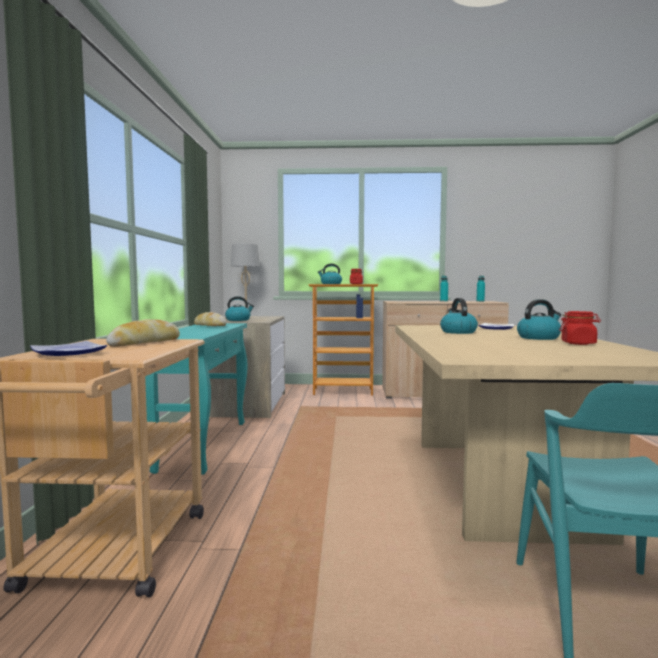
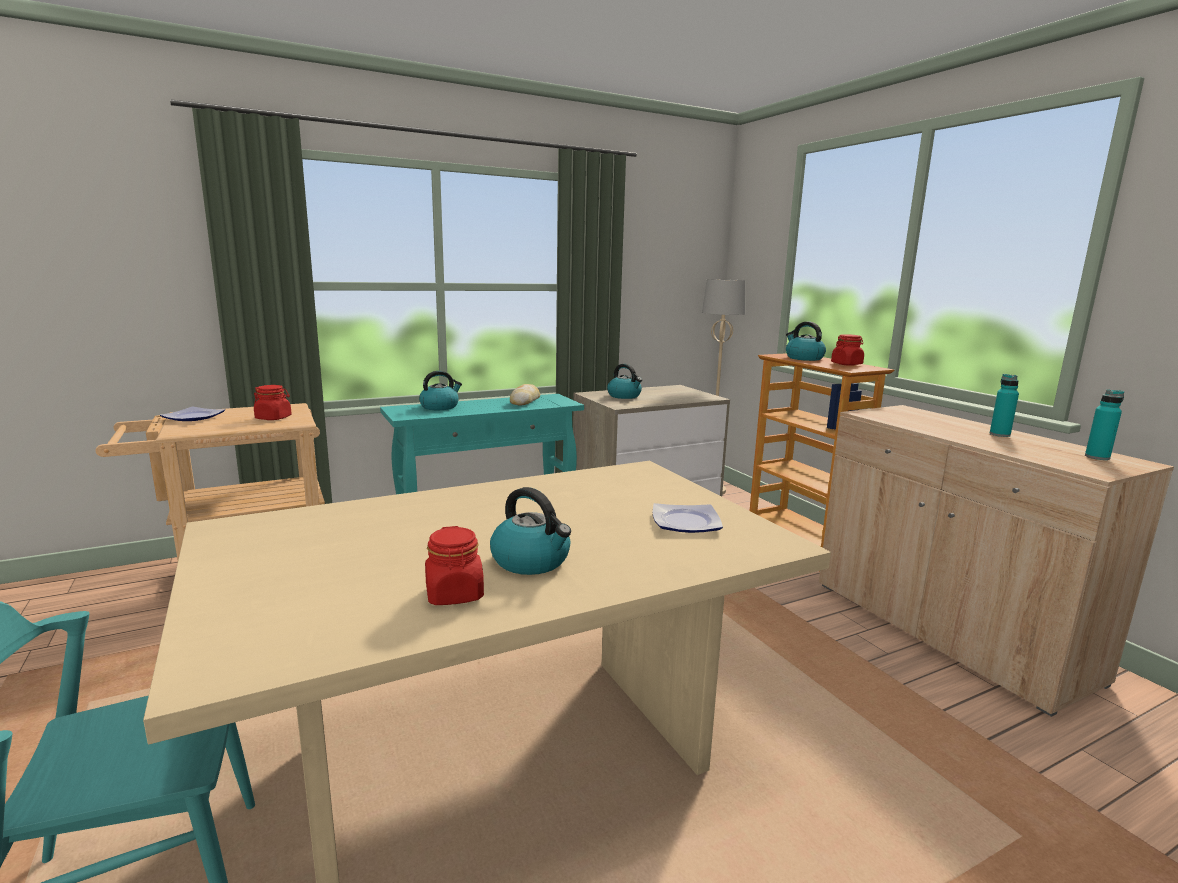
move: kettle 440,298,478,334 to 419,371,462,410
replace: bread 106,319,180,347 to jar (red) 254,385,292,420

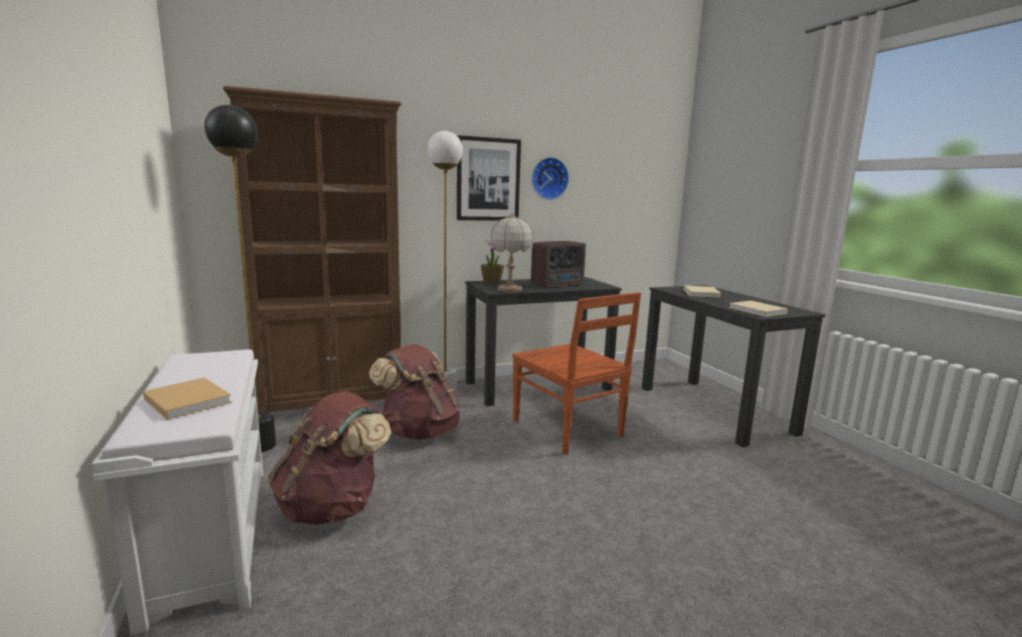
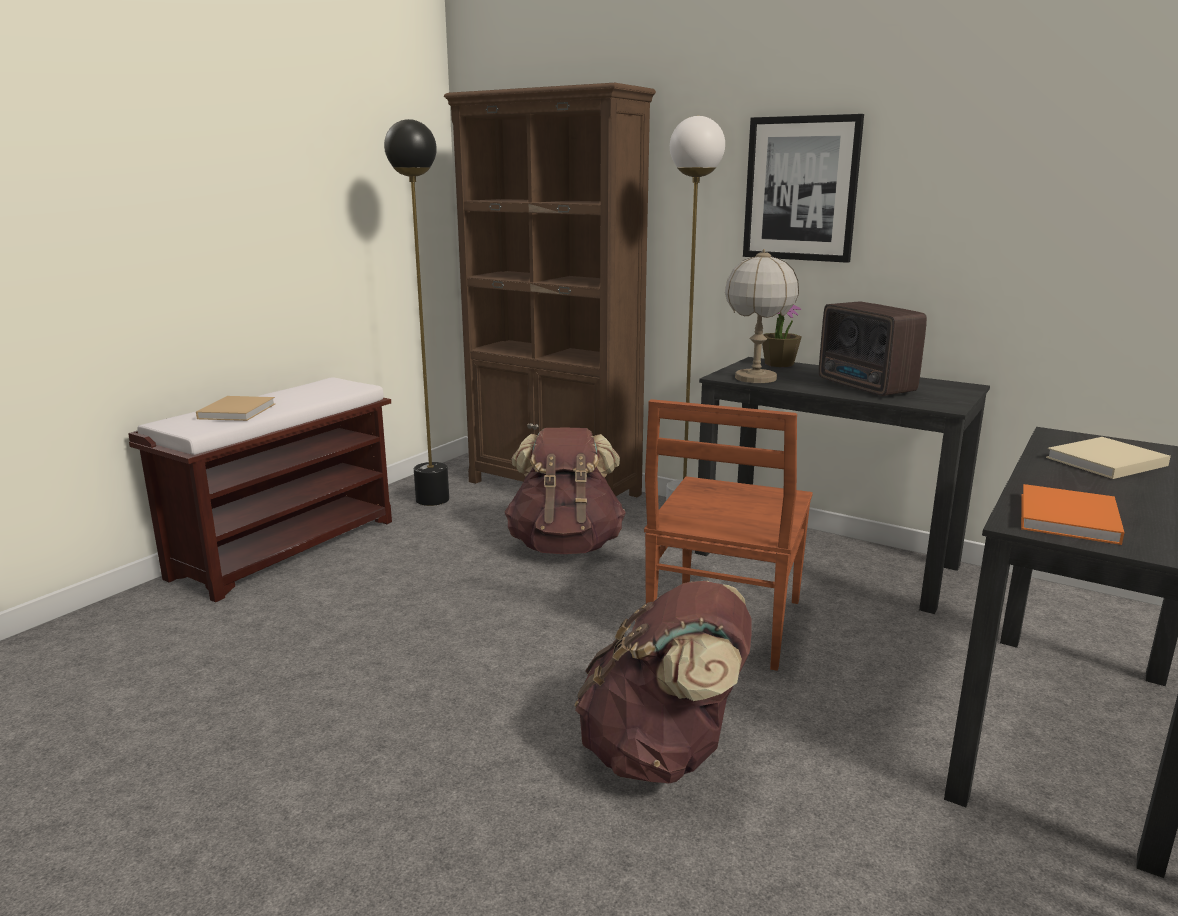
delete: wall clock 532,157,569,200
move: backpack (brown) 268,391,392,525 to 575,581,752,783
recolor: bench (white) 92,349,263,636 to bench (brown) 128,377,392,602; book (beige) 729,301,788,317 to book (orange) 1021,484,1125,545
rotate: radio 531,241,586,288 = 819,302,927,396 45 degrees clockwise

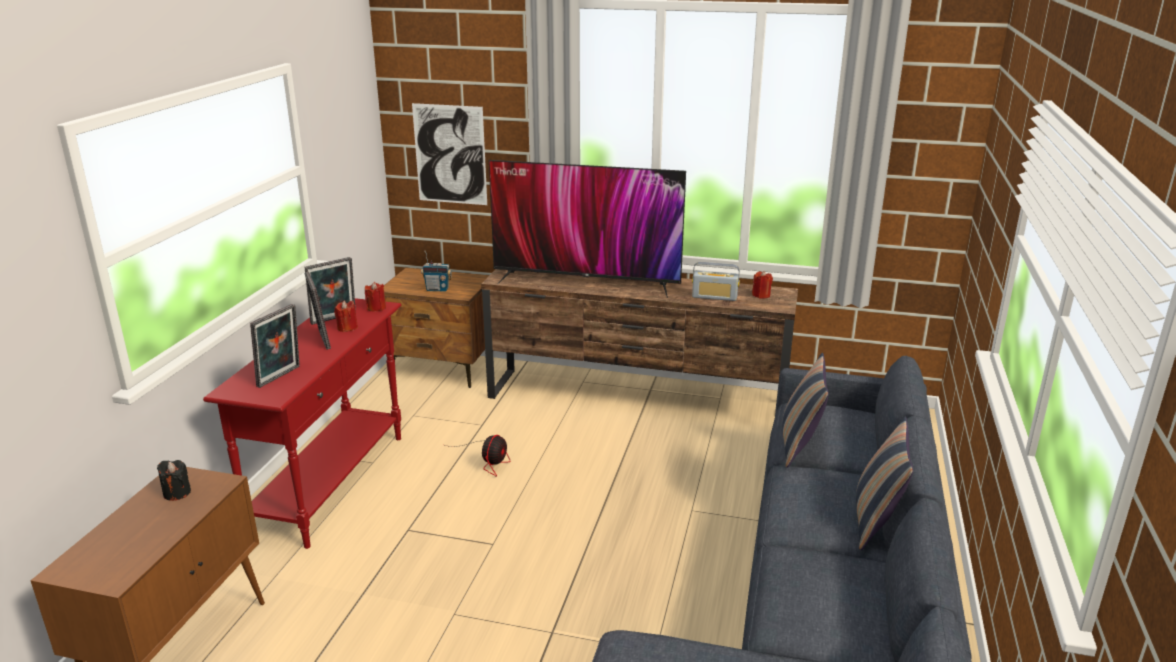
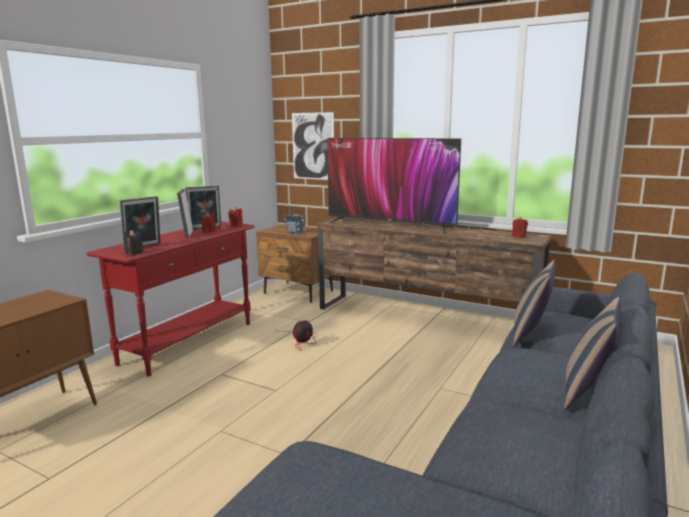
delete: radio 692,262,740,301
move: candle (black) 157,460,191,501 to 124,230,144,255

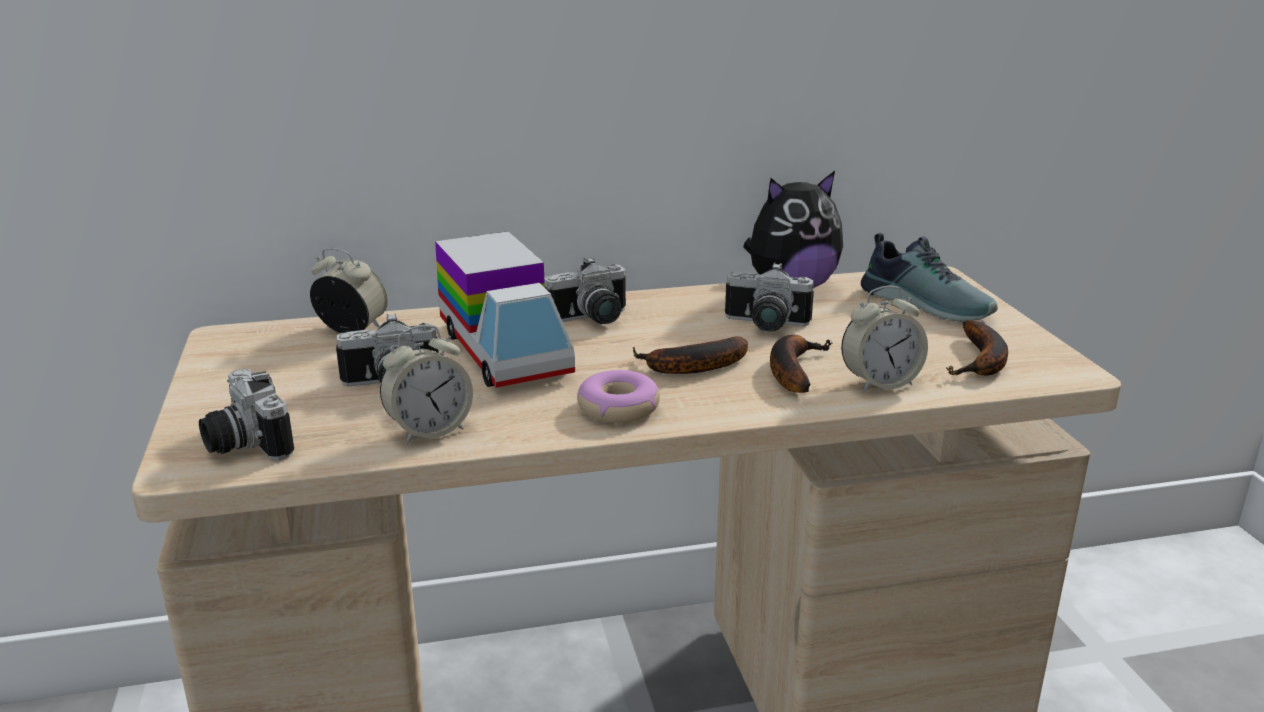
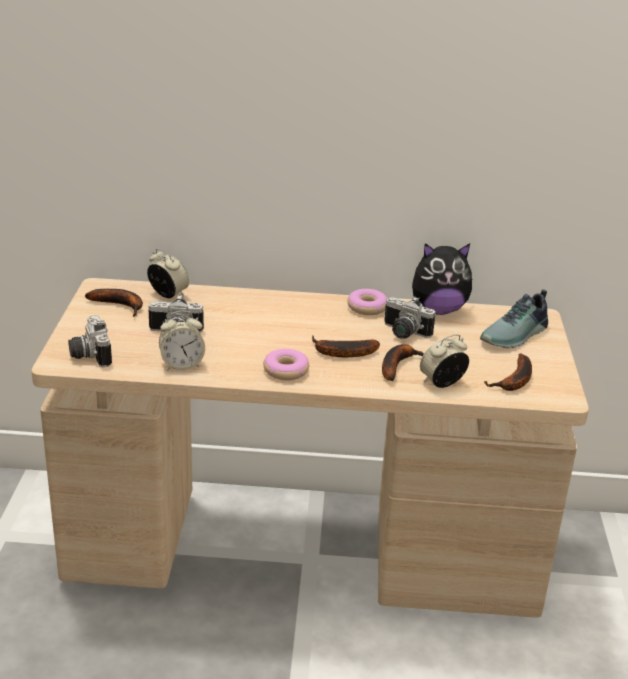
delete: toy truck 435,231,575,388; photo camera 544,257,626,324
insert: banana 85,289,143,317; donut 347,289,387,315
rotate: alarm clock 841,286,928,392 = 420,335,469,388 150 degrees clockwise; shoe 861,233,998,322 = 480,289,548,348 75 degrees clockwise

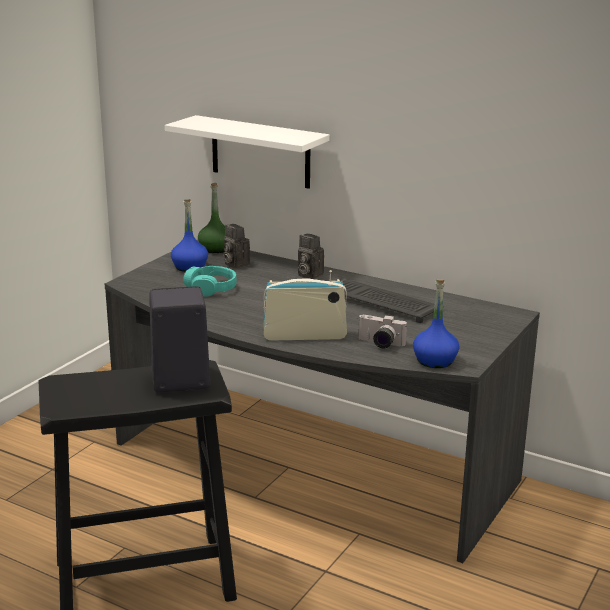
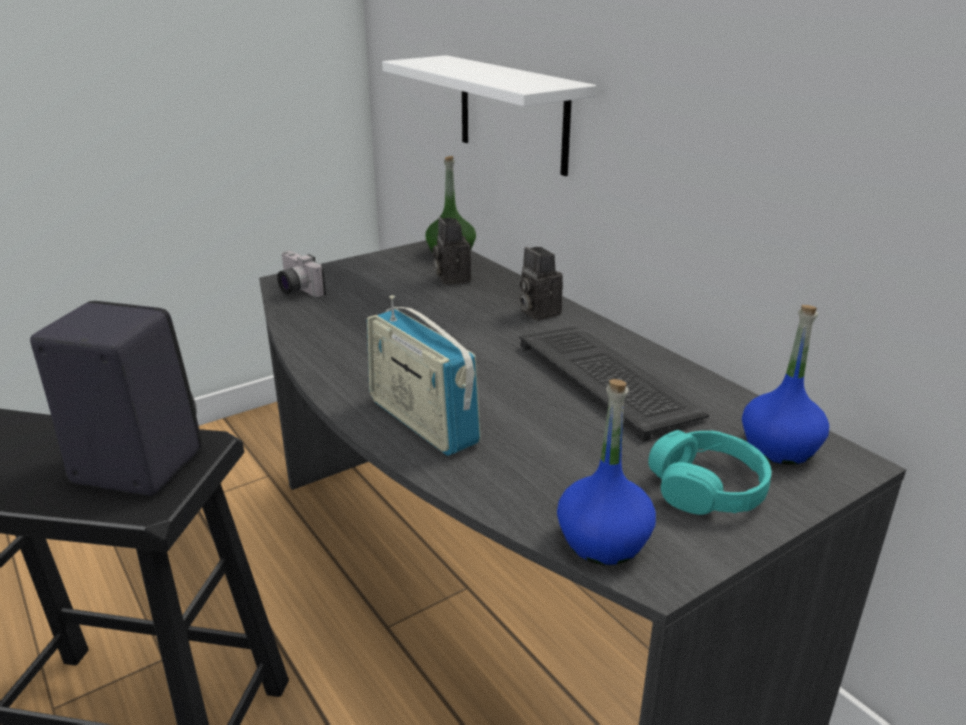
move: bottle (blue) 171,199,208,272 to 742,305,829,465; headphones (turquoise) 184,266,237,297 to 648,430,772,515; photo camera 358,315,407,349 to 277,251,326,297
rotate: radio 263,270,347,341 = 367,295,481,456 150 degrees counterclockwise

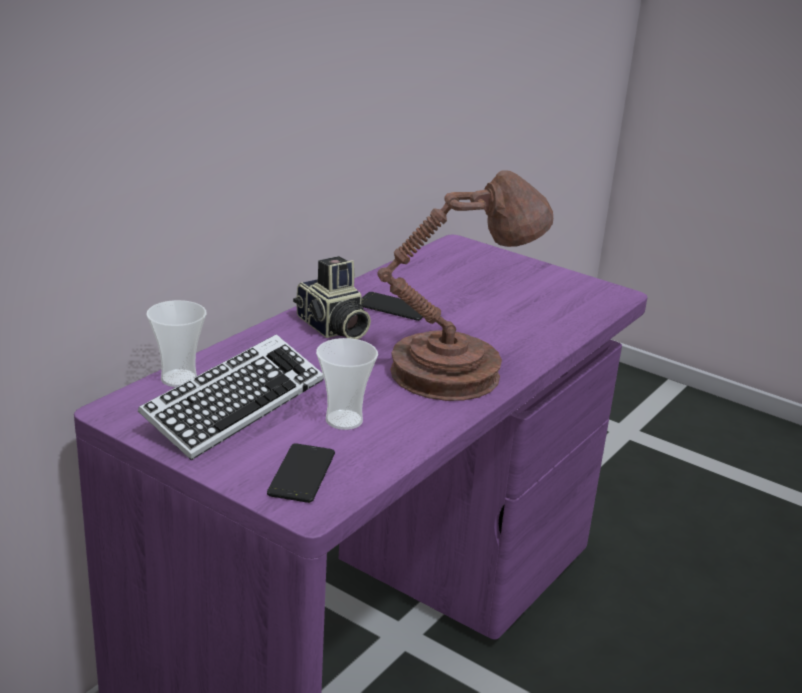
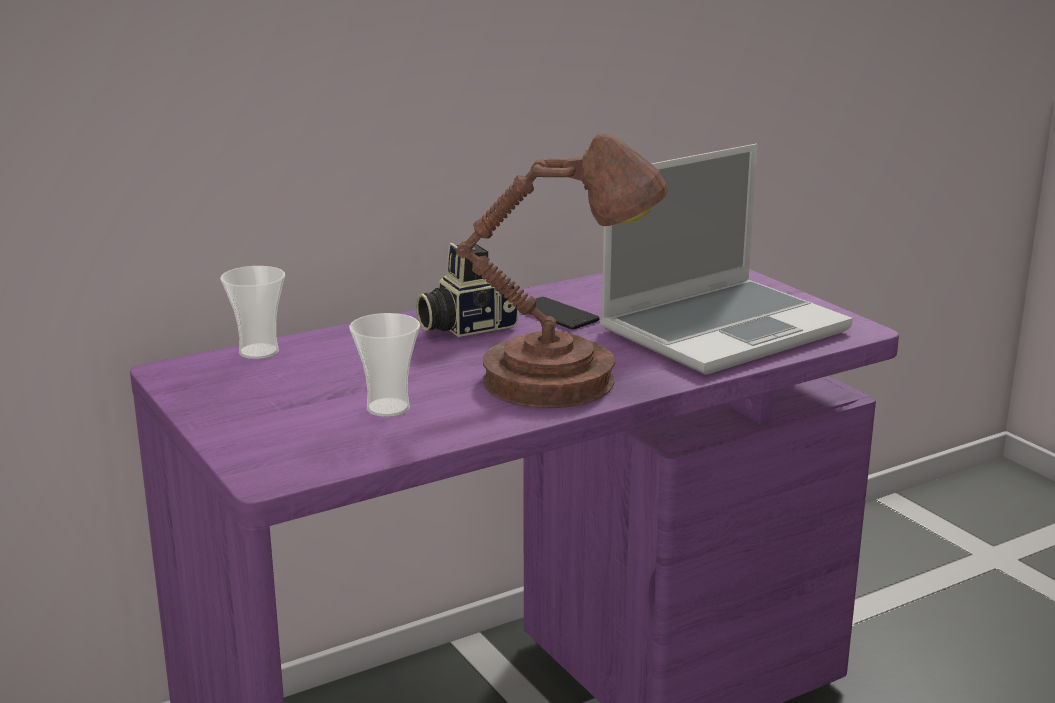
delete: keyboard 138,334,324,460; phone 267,443,335,503
insert: laptop 600,144,853,375
rotate: photo camera 293,256,371,339 = 416,243,519,337 75 degrees clockwise

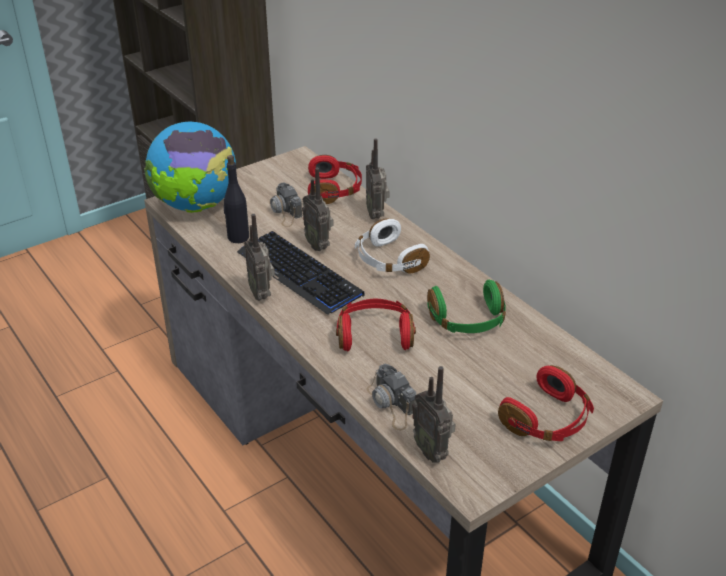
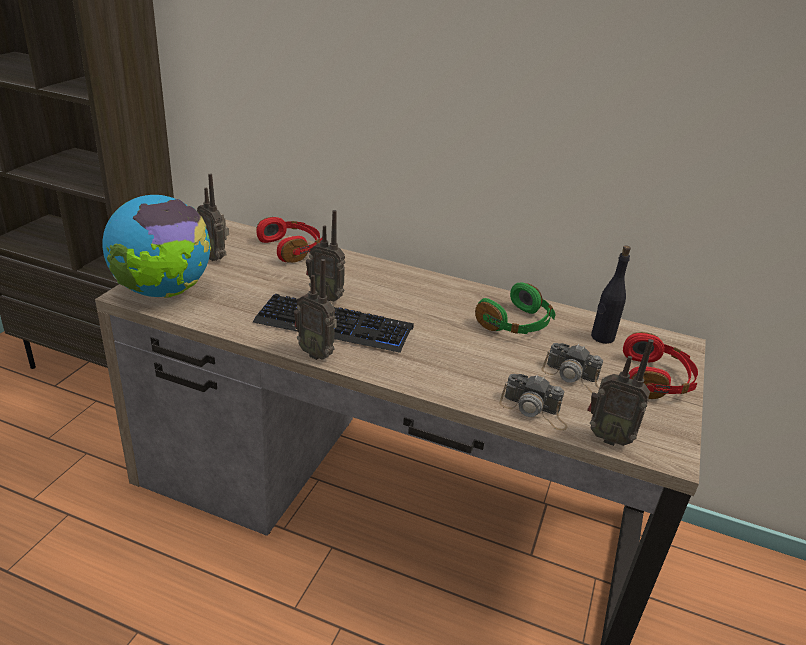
delete: headphones (red) 336,299,416,351; headphones (white) 355,218,430,274
move: bottle (black) 224,155,249,243 to 591,246,631,344; photo camera 269,182,302,227 to 542,343,603,393; radio 366,139,389,219 to 197,174,229,261

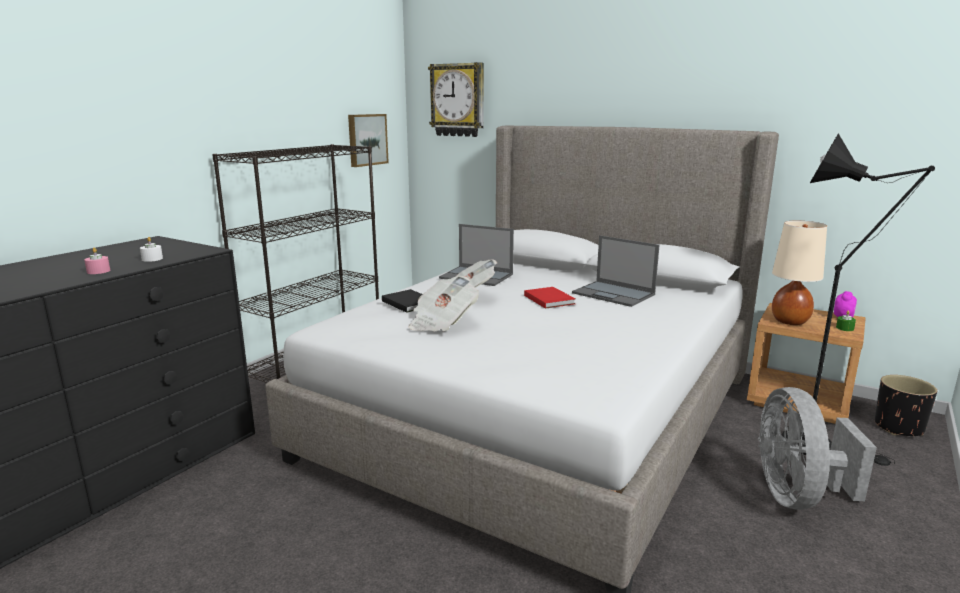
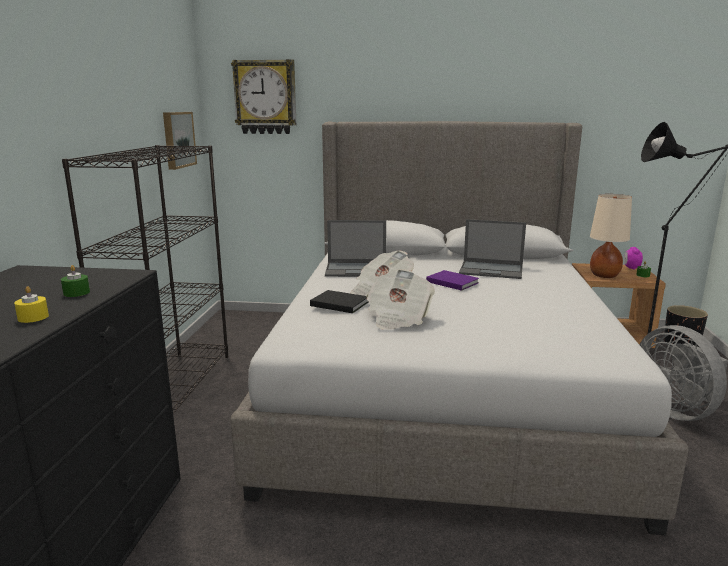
recolor: candle (pink) 84,248,110,274 to candle (yellow) 14,286,49,323; candle (white) 140,237,163,262 to candle (green) 61,265,90,297; book (red) 524,287,575,309 to book (purple) 426,270,479,291

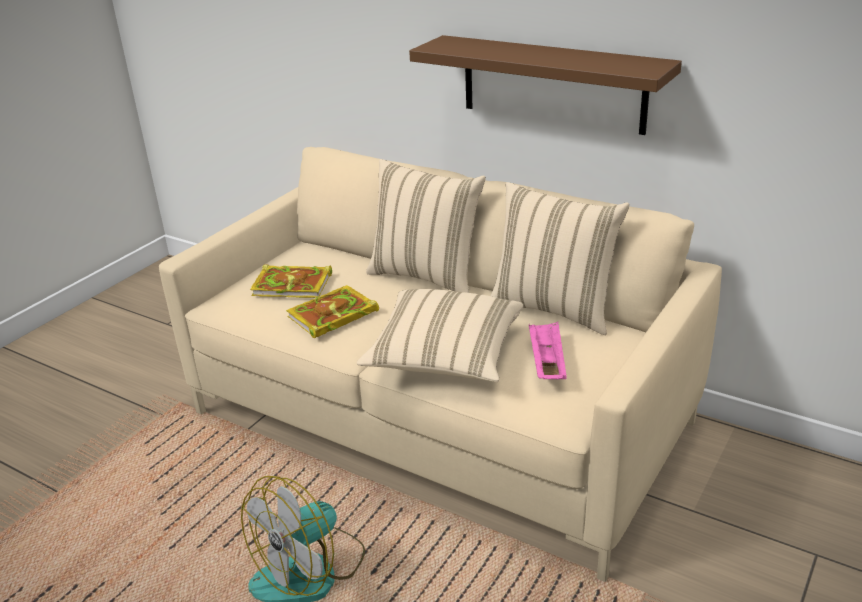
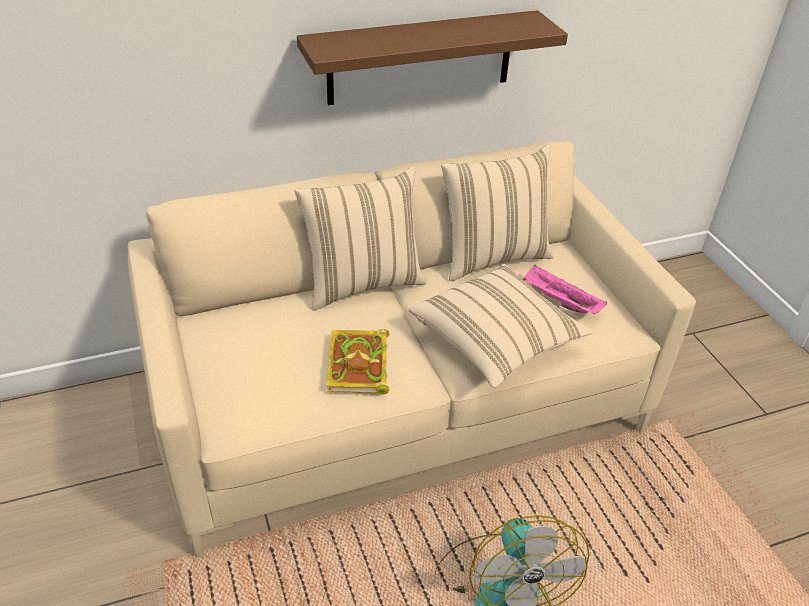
delete: book 250,264,332,298

